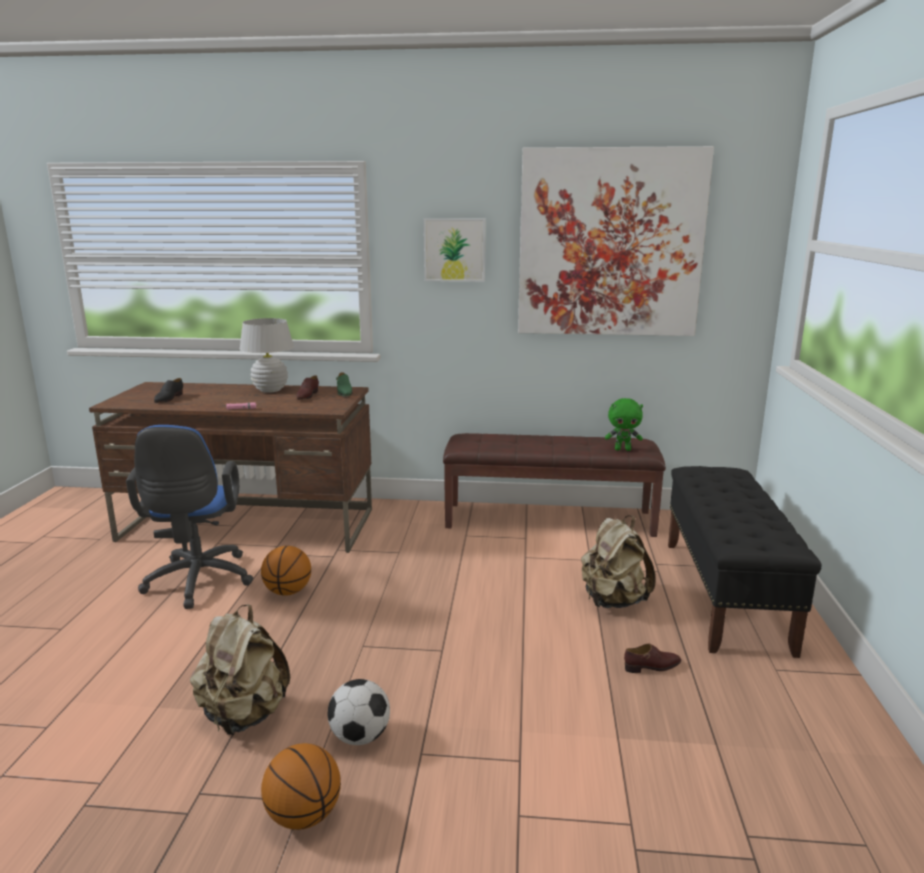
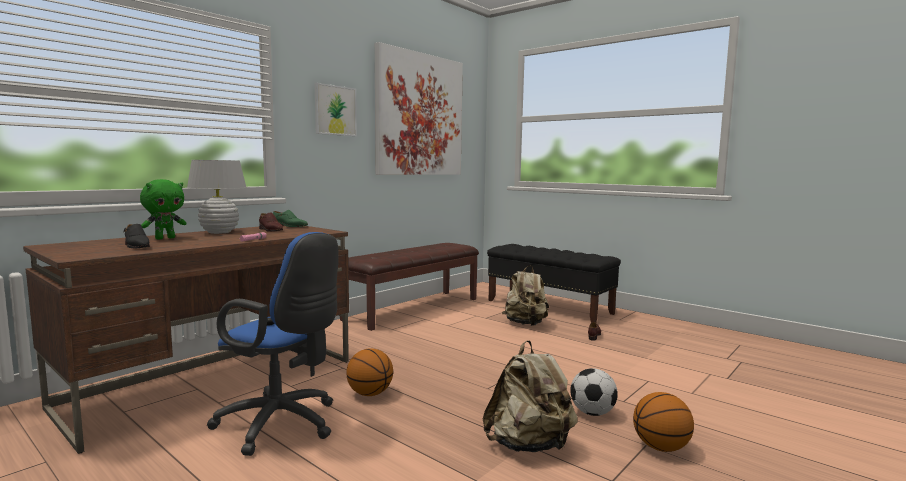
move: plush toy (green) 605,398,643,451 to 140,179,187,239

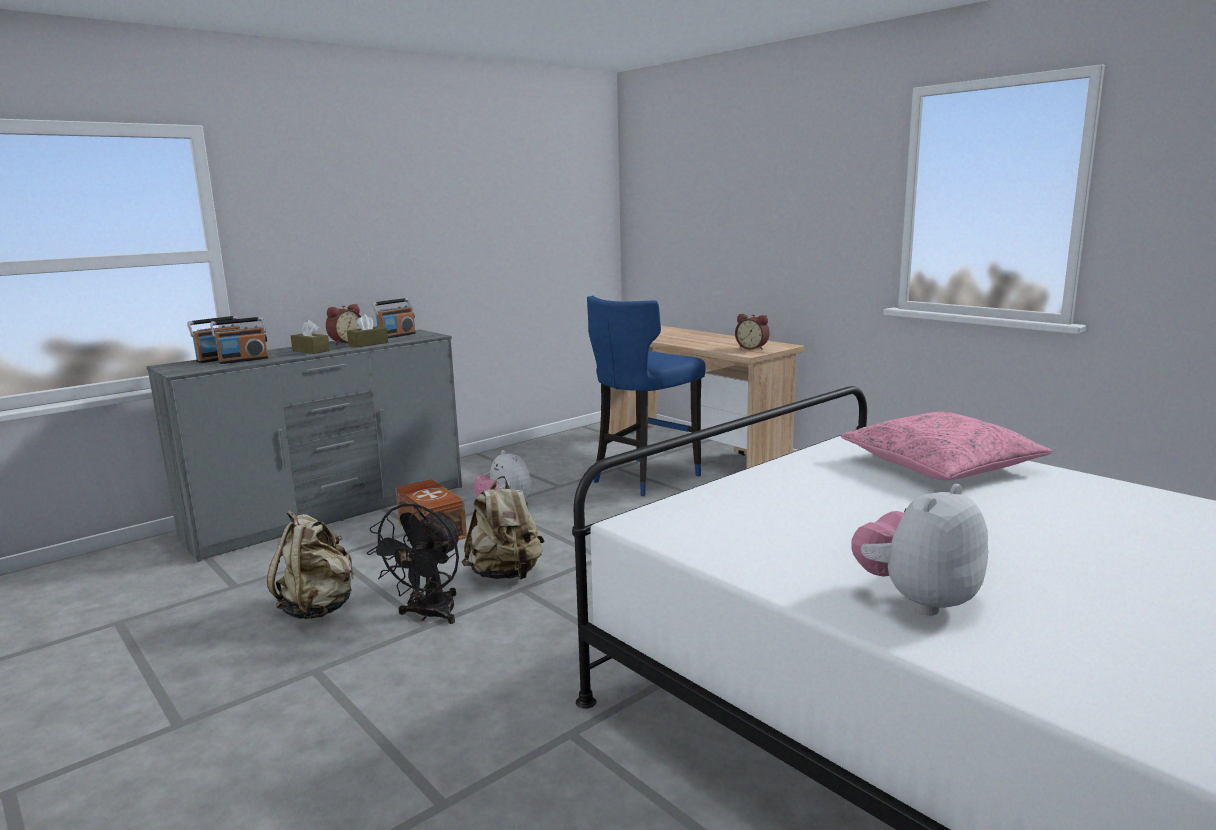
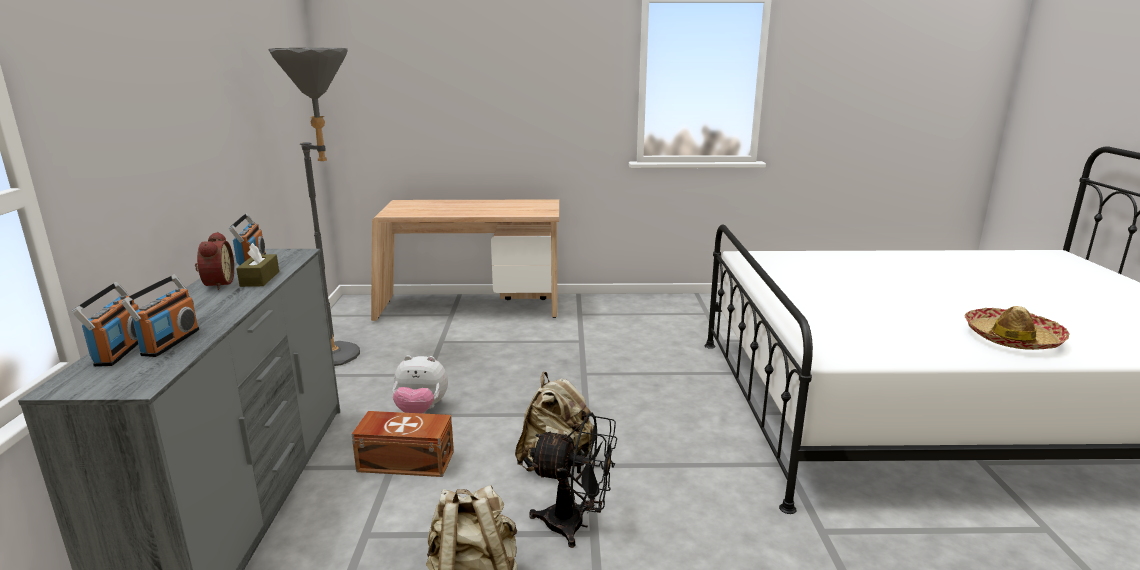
delete: tissue box (brown) 291,320,330,354; stool (blue) 587,296,706,496; alarm clock 735,314,770,350; pillow (pink) 840,412,1053,480
insert: floor lamp (grey) 268,48,360,366
replace: plush toy 851,484,988,616 to hat 964,306,1069,350
rotate: fan (black) 367,503,462,624 = 529,413,617,548 45 degrees counterclockwise

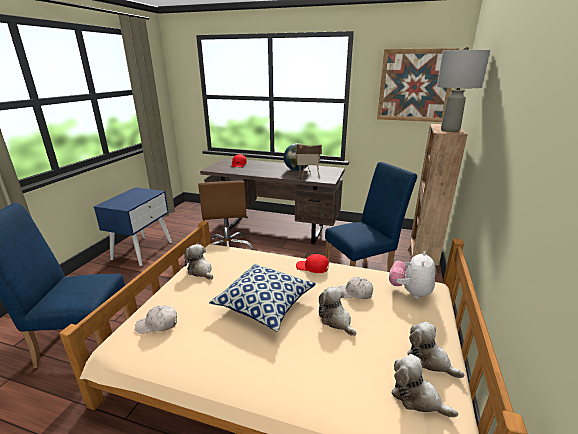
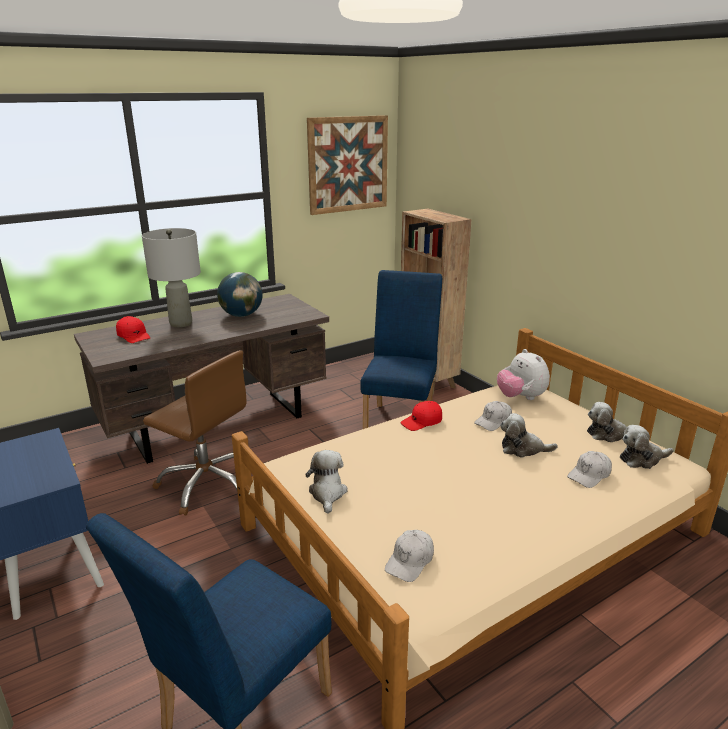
delete: pillow 209,264,316,332; toy house 296,144,322,179
insert: cap (white) 567,451,612,488
move: table lamp (grey) 437,47,490,132 to 142,228,201,327
rotate: plush toy 184,244,213,280 = 305,450,348,514 90 degrees clockwise

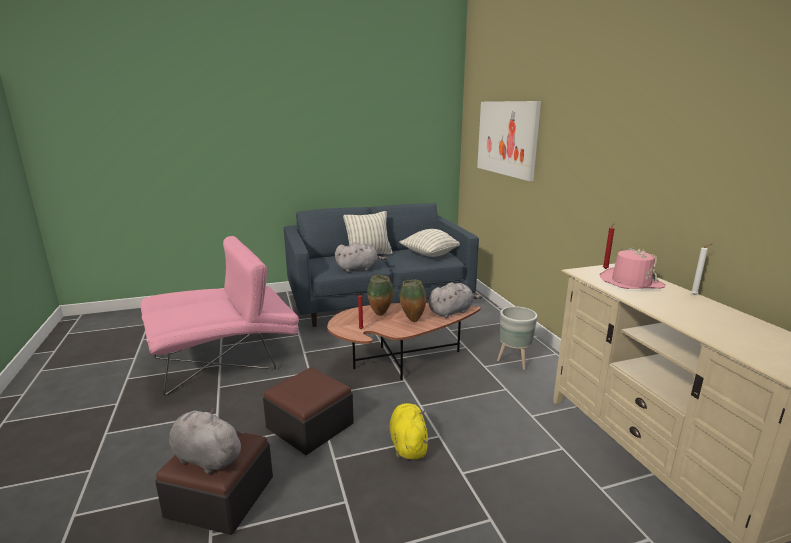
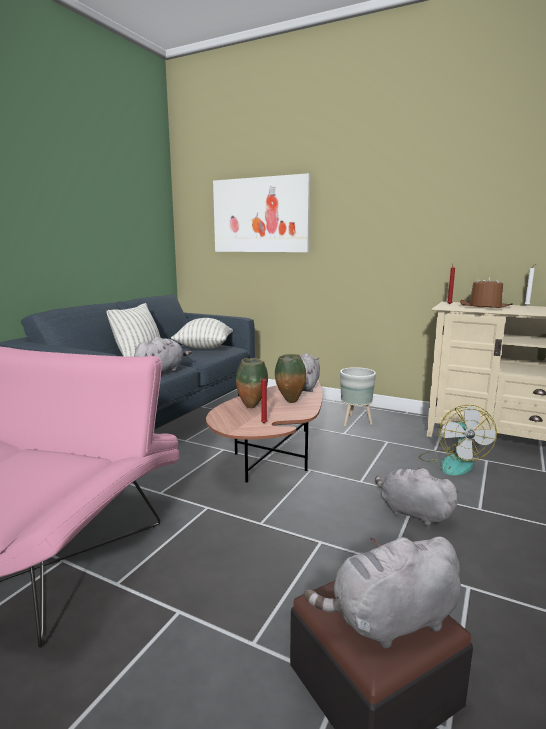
delete: ottoman 263,367,354,455
insert: fan 419,405,497,475
recolor: plush toy (yellow) 390,403,429,460 to plush toy (grey) 375,467,459,526; hat (pink) 599,248,666,289 to hat (brown) 460,277,513,308

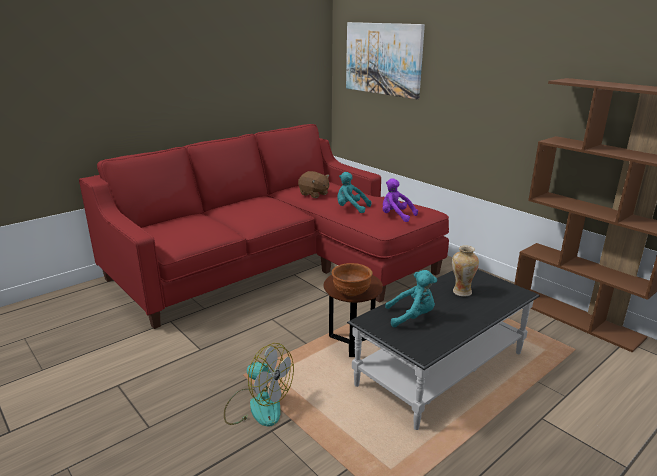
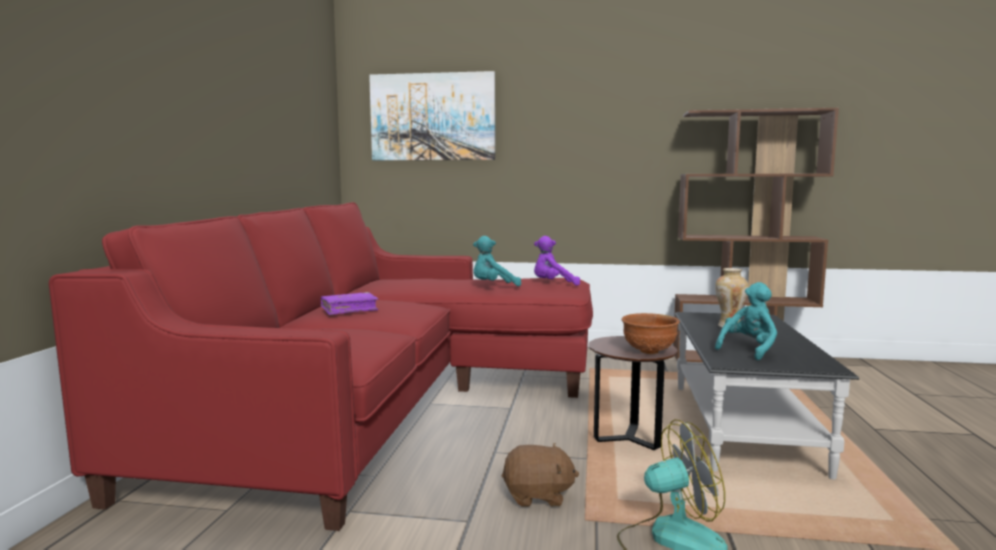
insert: book (purple) 321,292,379,315
move: plush toy (brown) 298,171,330,198 to 502,443,579,507

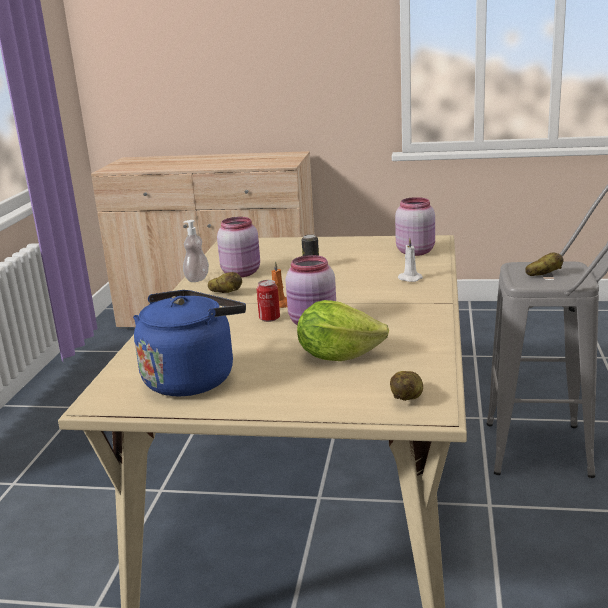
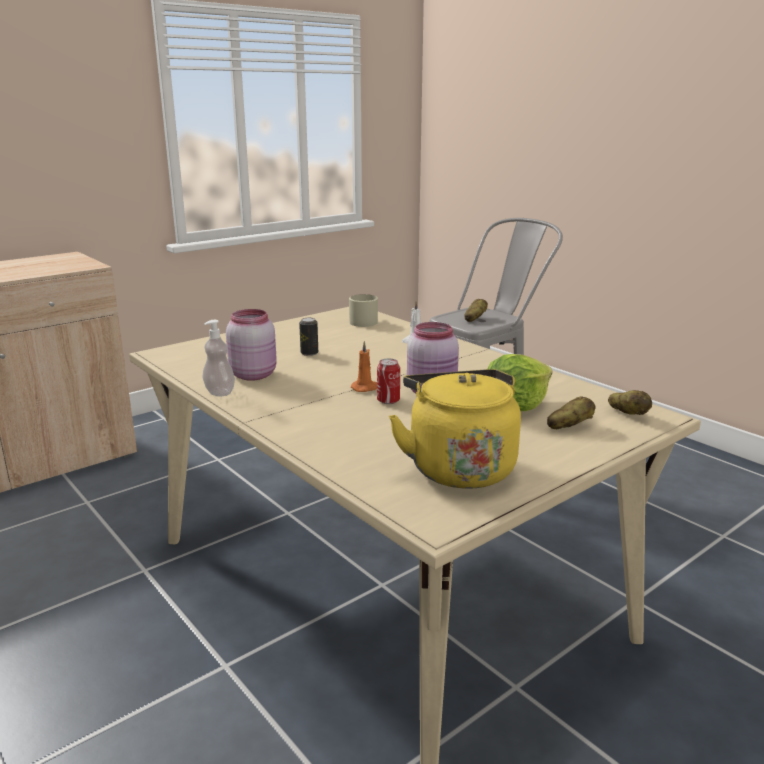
move: potato 208,272,242,293 to 547,397,595,429
replace: jar (pink) 395,197,435,256 to mug (beige) 349,294,378,327
recolor: kettle (blue) 133,290,246,396 to kettle (yellow) 389,369,521,489

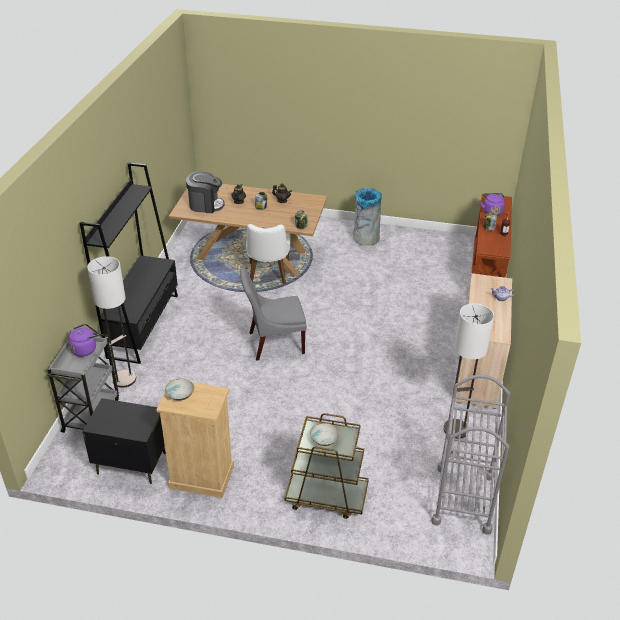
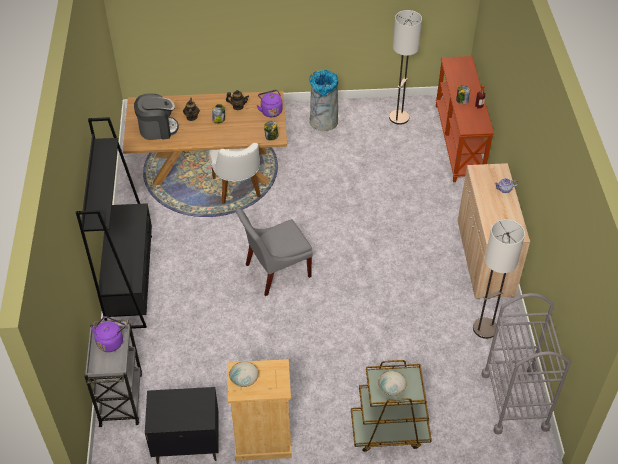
move: floor lamp 87,256,136,388 to 389,10,422,125; kettle (purple) 481,193,505,216 to 257,90,283,117

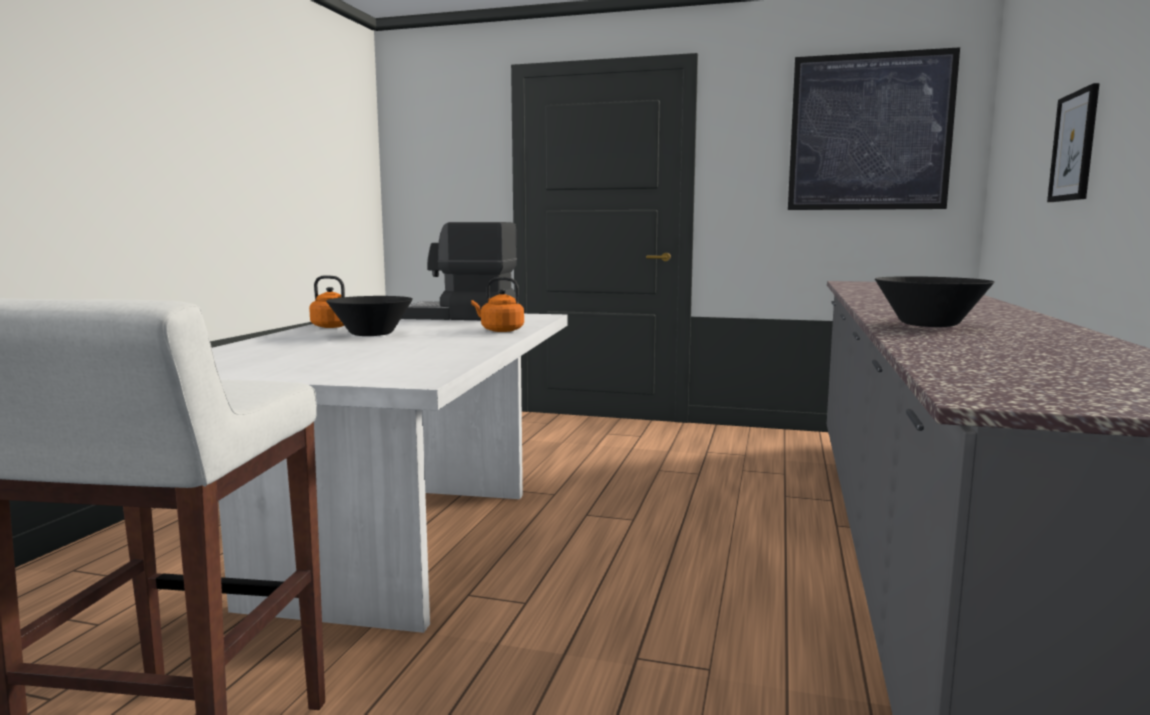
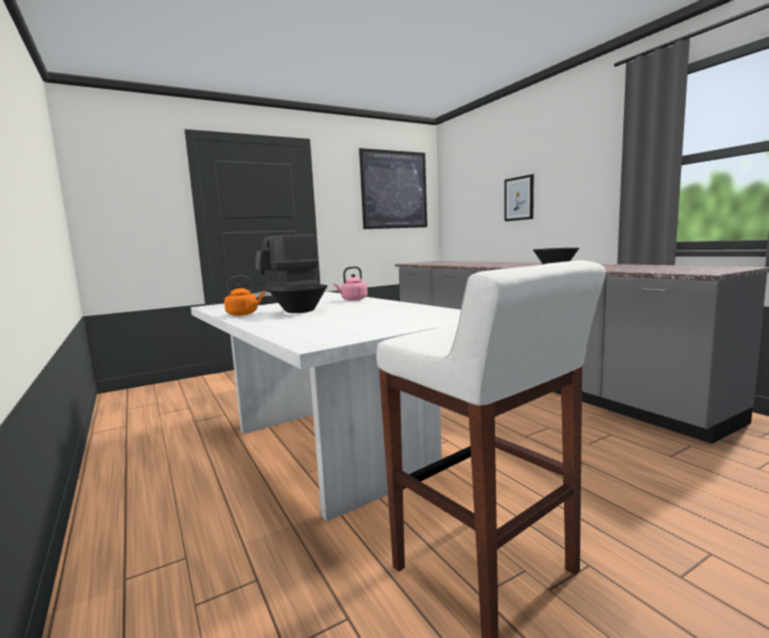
recolor: kettle (orange) 471,277,524,332 to kettle (pink) 333,266,368,300

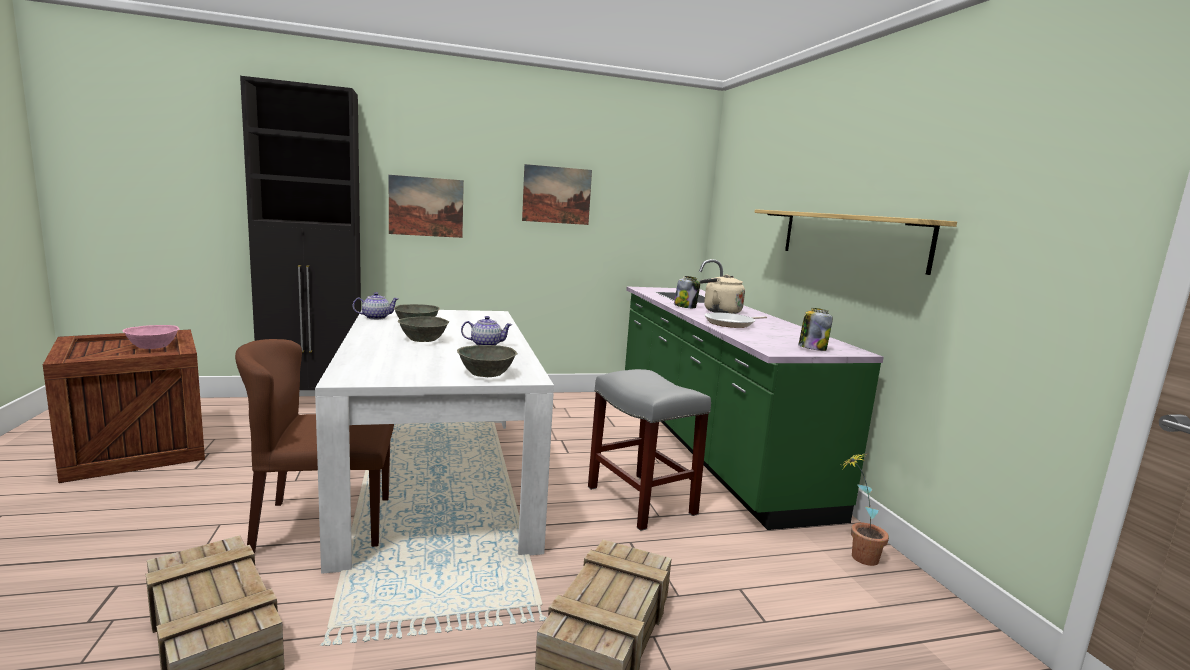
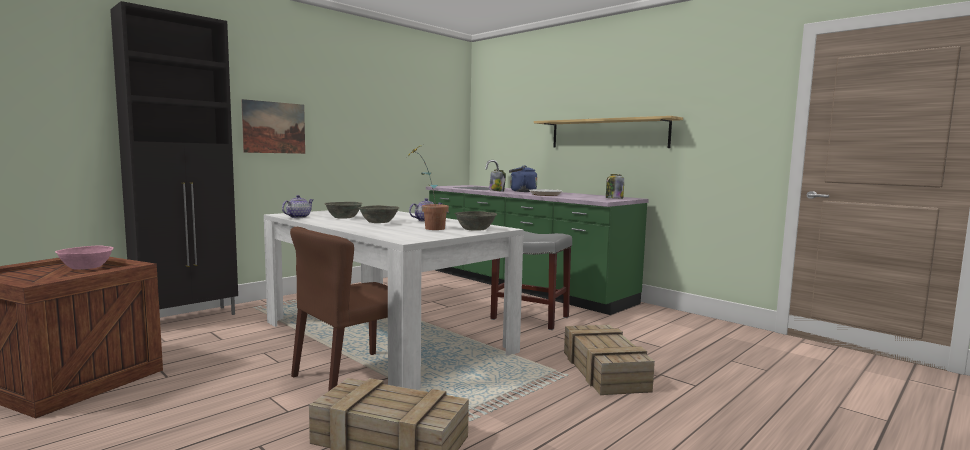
delete: picture 522,164,592,225
move: potted plant 840,453,889,566 to 408,146,449,230
recolor: kettle (beige) 700,274,745,314 to kettle (blue) 509,165,537,192

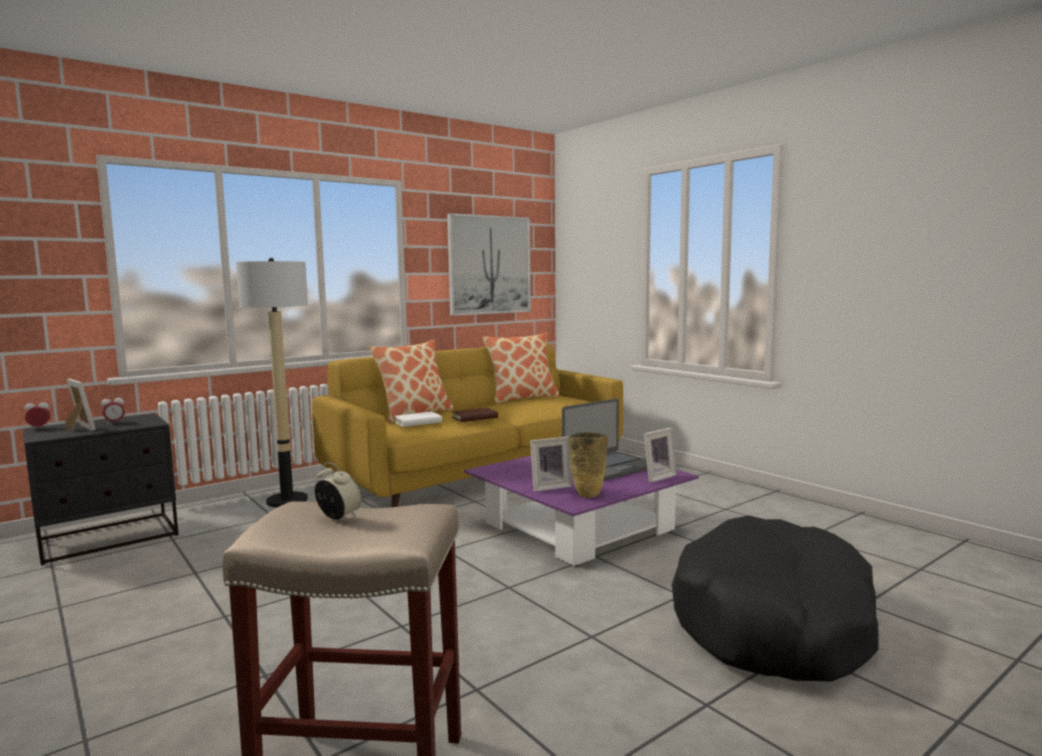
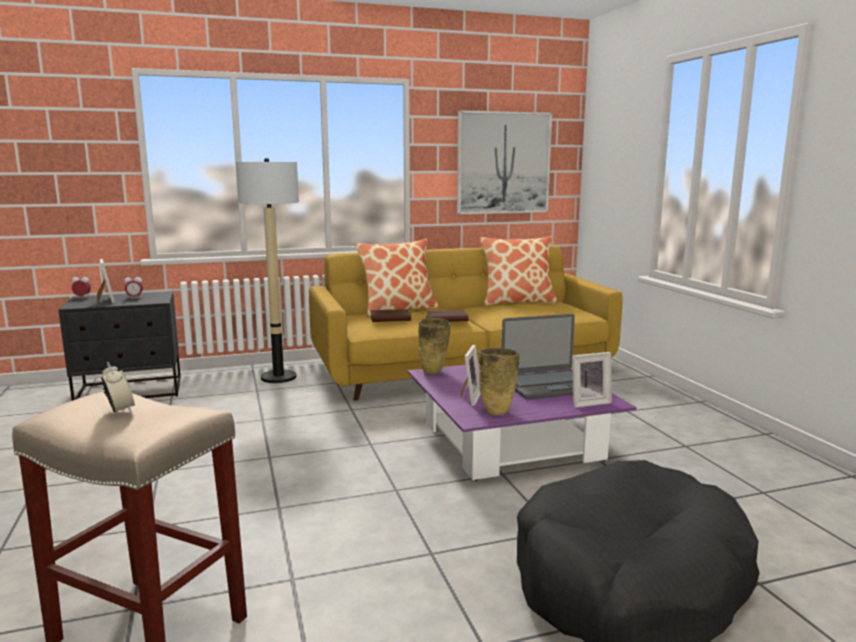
insert: vase (beige) 418,318,451,375
recolor: book (white) 394,412,442,427 to book (brown) 370,309,411,322
rotate: picture frame 530,437,572,492 = 461,345,481,406 75 degrees counterclockwise

